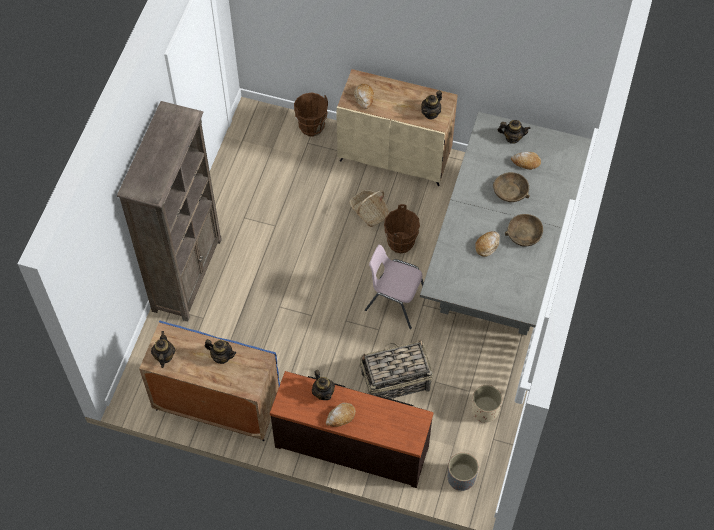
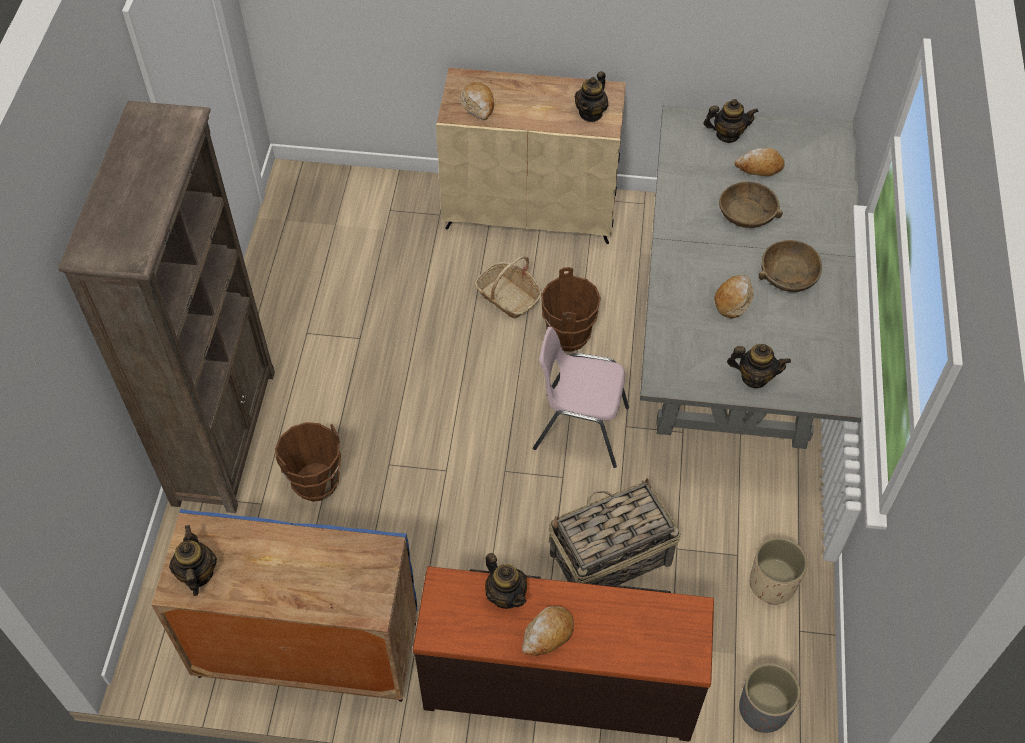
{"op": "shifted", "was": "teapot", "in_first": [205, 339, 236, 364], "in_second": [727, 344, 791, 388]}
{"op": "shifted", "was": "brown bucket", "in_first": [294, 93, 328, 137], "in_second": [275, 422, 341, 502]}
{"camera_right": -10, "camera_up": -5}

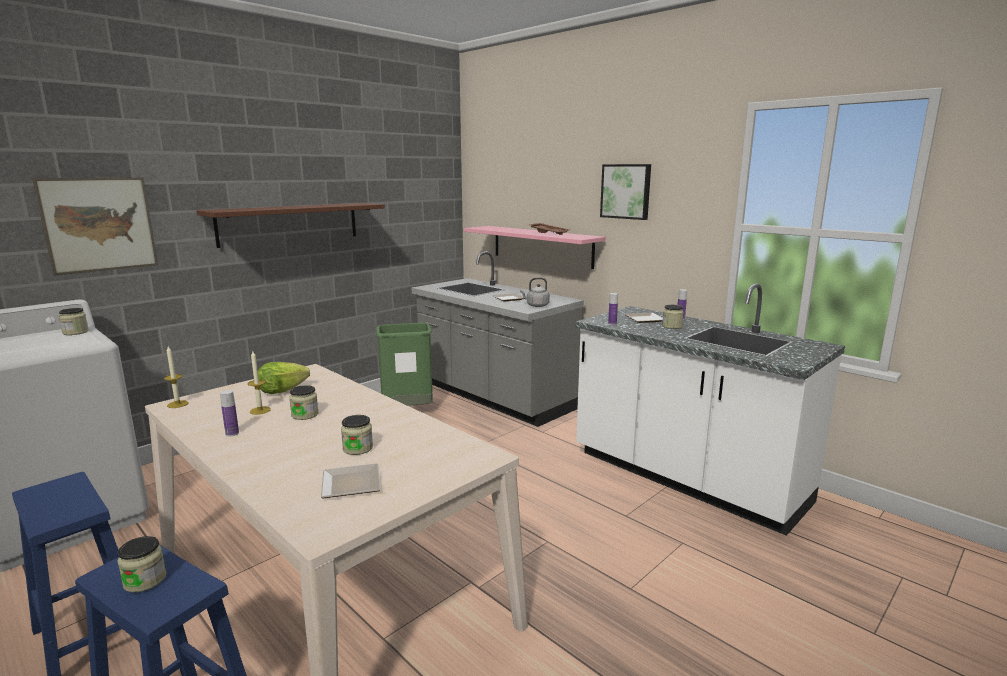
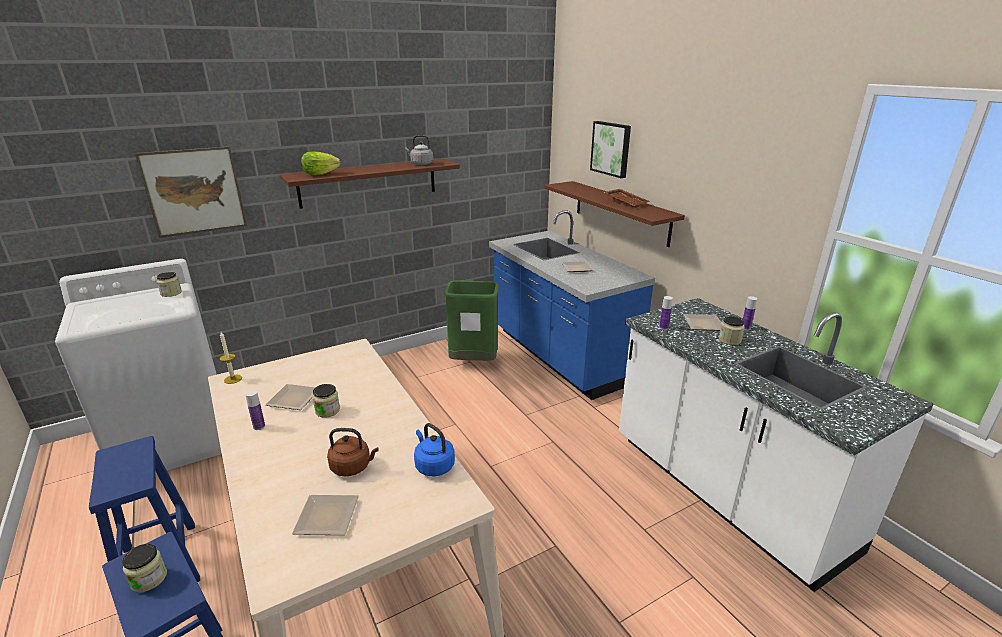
{"op": "new", "now": "blue kettle", "in_second": [414, 423, 455, 476]}
{"op": "shifted", "was": "lettuce", "in_first": [258, 362, 310, 394], "in_second": [301, 152, 341, 175]}
{"op": "shifted", "was": "grey kettle", "in_first": [520, 278, 550, 307], "in_second": [405, 135, 433, 165]}
{"op": "shifted", "was": "picture", "in_first": [600, 164, 651, 220], "in_second": [590, 121, 631, 178]}
{"op": "swapped", "was": "candle", "now": "plate", "in_first": [248, 351, 271, 415], "in_second": [265, 384, 315, 410]}
{"op": "swapped", "was": "jar", "now": "brown kettle", "in_first": [341, 415, 373, 455], "in_second": [327, 428, 378, 476]}
{"op": "repainted", "was": "grey counter", "now": "blue counter", "in_first": [411, 252, 584, 427], "in_second": [489, 210, 655, 400]}
{"op": "repainted", "was": "pink shelf", "now": "brown shelf", "in_first": [464, 226, 606, 269], "in_second": [545, 181, 685, 247]}
{"camera_right": 15, "camera_up": 10}

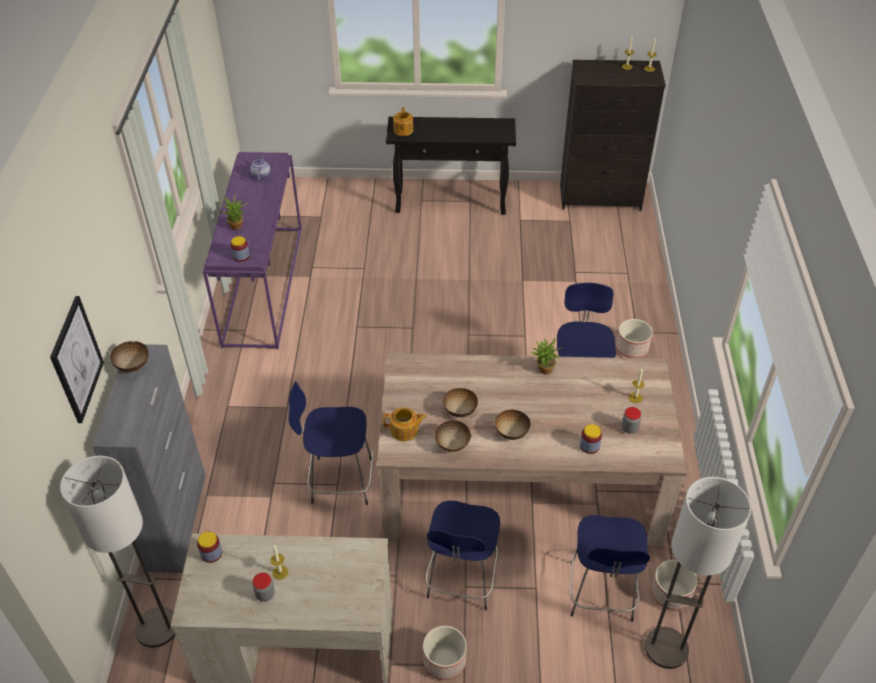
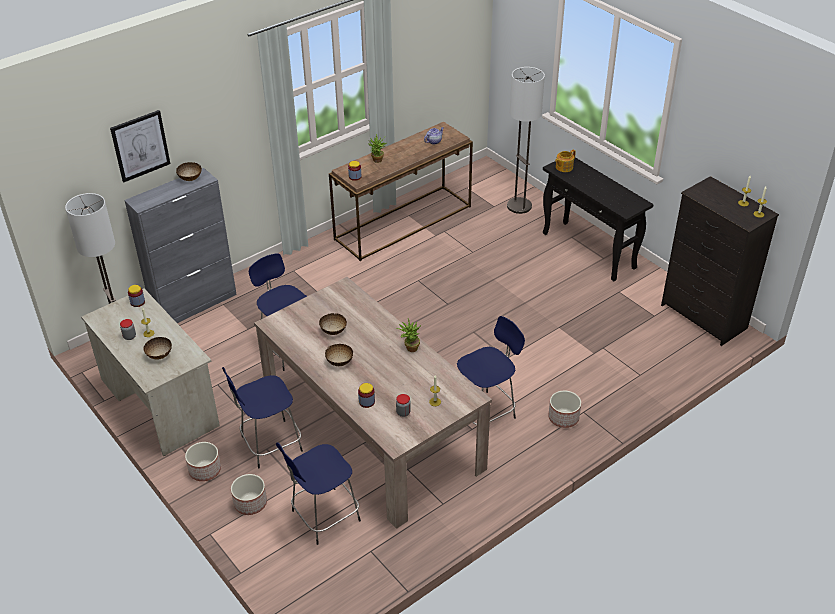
{"op": "gone", "was": "teapot", "in_first": [383, 407, 427, 441]}
{"op": "shifted", "was": "bowl", "in_first": [435, 420, 471, 452], "in_second": [143, 337, 172, 360]}
{"op": "shifted", "was": "floor lamp", "in_first": [645, 477, 751, 669], "in_second": [507, 67, 545, 214]}
{"op": "shifted", "was": "planter", "in_first": [651, 560, 698, 611], "in_second": [231, 474, 267, 515]}
{"op": "repainted", "was": "purple console table", "now": "brown console table", "in_first": [203, 152, 302, 349], "in_second": [329, 122, 473, 261]}
{"camera_right": 50, "camera_up": -5}

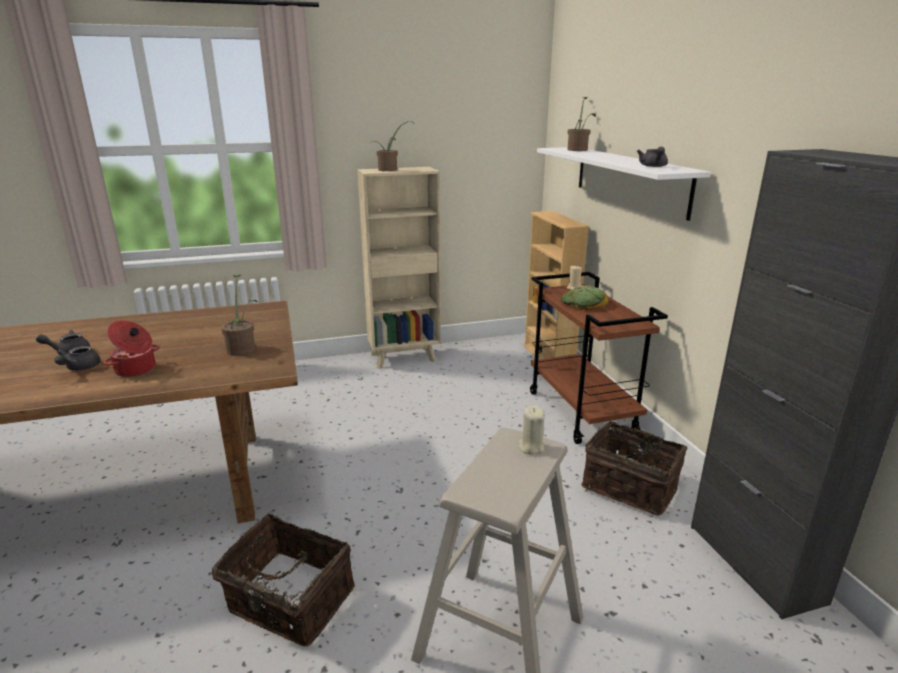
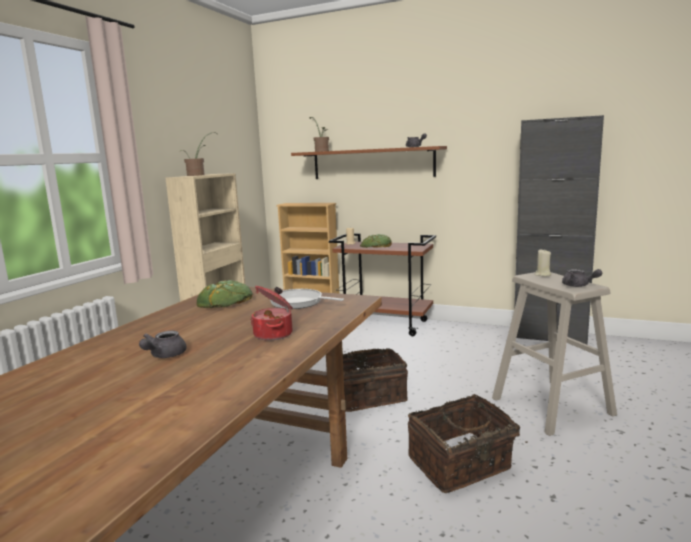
{"op": "new", "now": "bread", "in_second": [197, 280, 253, 308]}
{"op": "shifted", "was": "grey teapot", "in_first": [54, 346, 101, 371], "in_second": [562, 269, 602, 287]}
{"op": "shifted", "was": "basket", "in_first": [581, 419, 687, 515], "in_second": [343, 348, 408, 412]}
{"op": "swapped", "was": "potted plant", "now": "frying pan", "in_first": [221, 274, 257, 356], "in_second": [270, 289, 344, 309]}
{"op": "repainted", "was": "white shelf", "now": "brown shelf", "in_first": [537, 147, 711, 221], "in_second": [291, 146, 447, 179]}
{"camera_right": -50, "camera_up": -10}

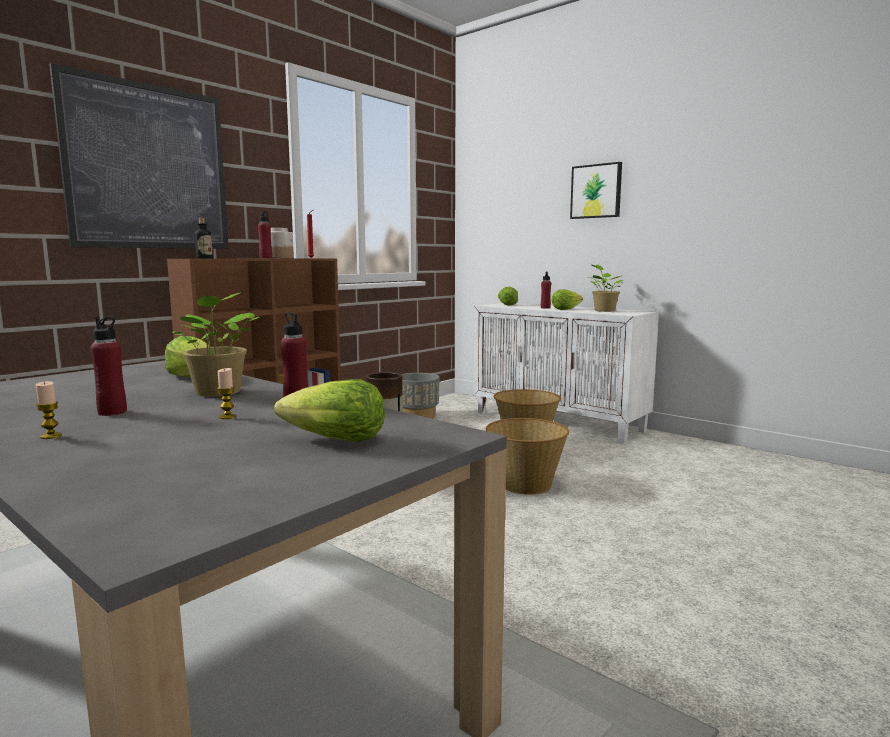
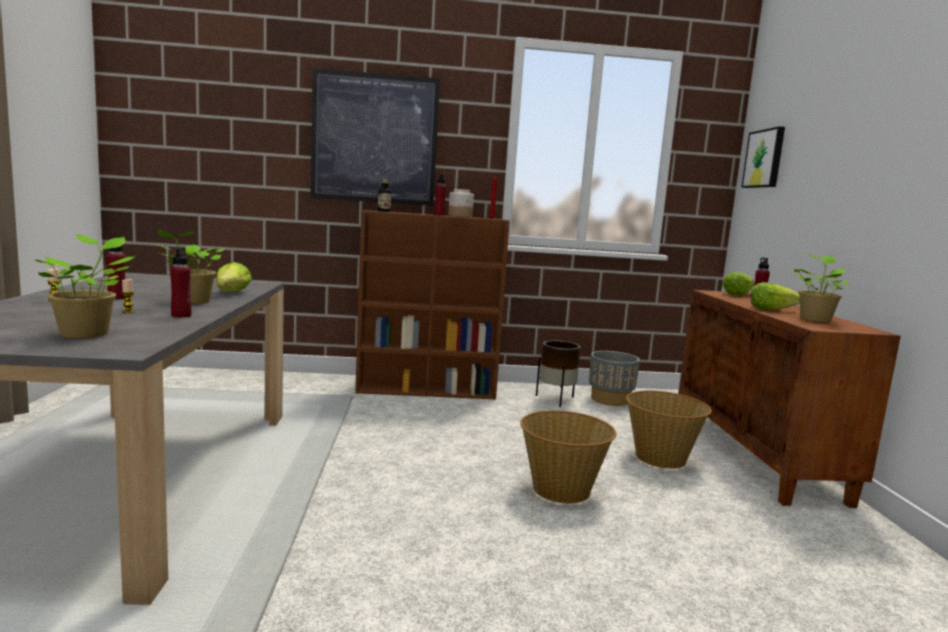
{"op": "shifted", "was": "picture", "in_first": [570, 162, 622, 219], "in_second": [741, 126, 785, 188]}
{"op": "swapped", "was": "lettuce", "now": "potted plant", "in_first": [274, 379, 385, 442], "in_second": [33, 235, 136, 339]}
{"op": "repainted", "was": "white cabinet", "now": "brown cabinet", "in_first": [474, 303, 659, 444], "in_second": [678, 290, 901, 508]}
{"camera_right": 45, "camera_up": 0}

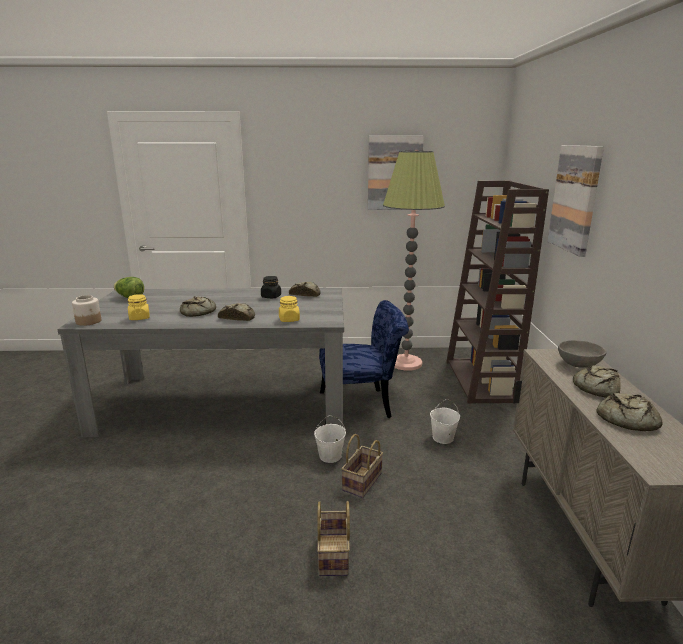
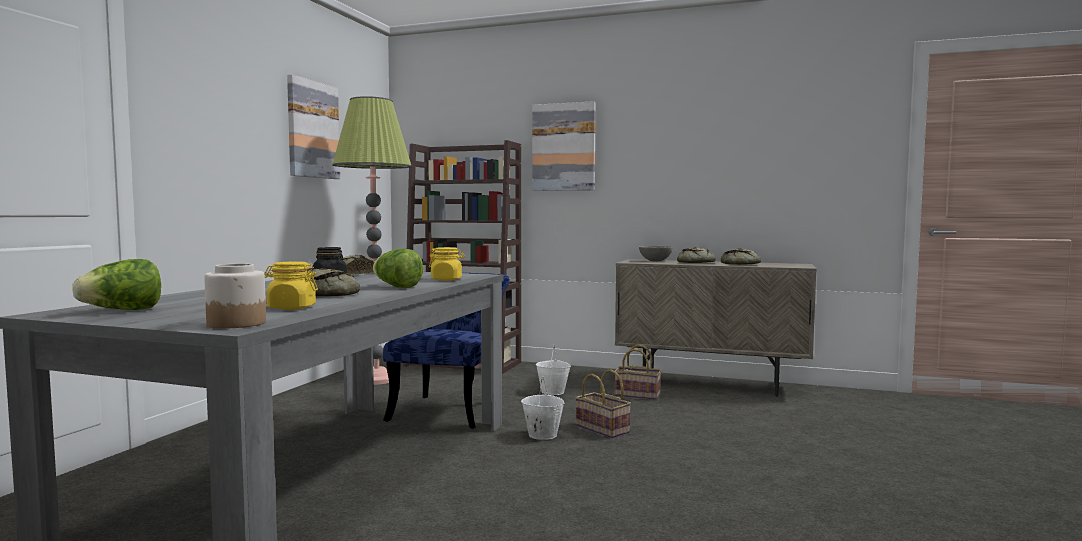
{"op": "shifted", "was": "basket", "in_first": [317, 501, 350, 576], "in_second": [615, 344, 661, 400]}
{"op": "swapped", "was": "bread", "now": "lettuce", "in_first": [218, 303, 255, 321], "in_second": [373, 249, 423, 288]}
{"camera_right": -70, "camera_up": -15}

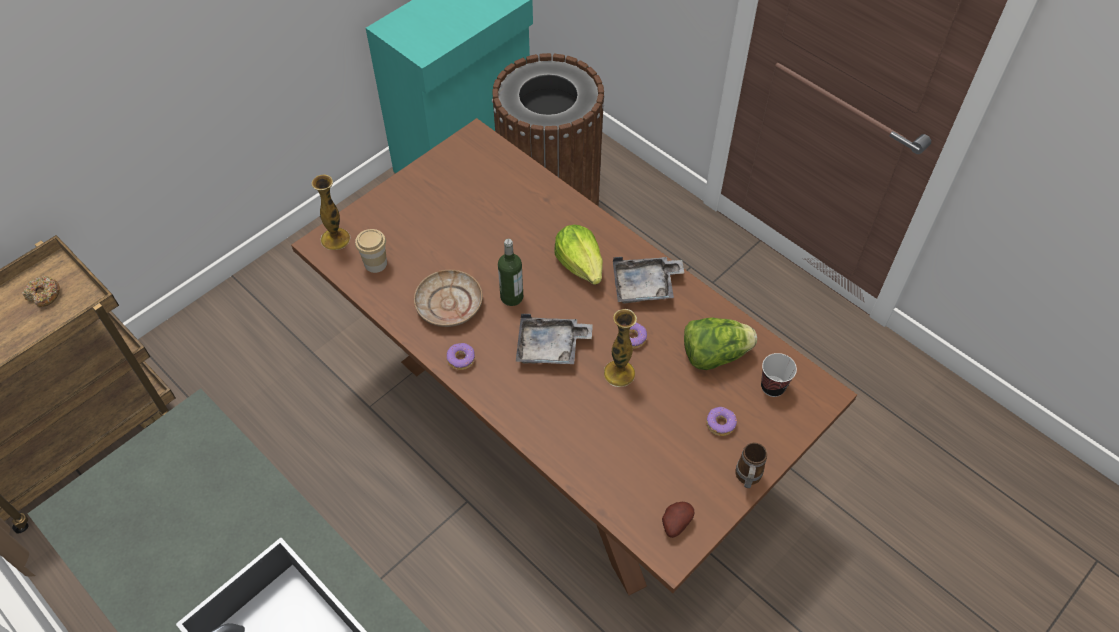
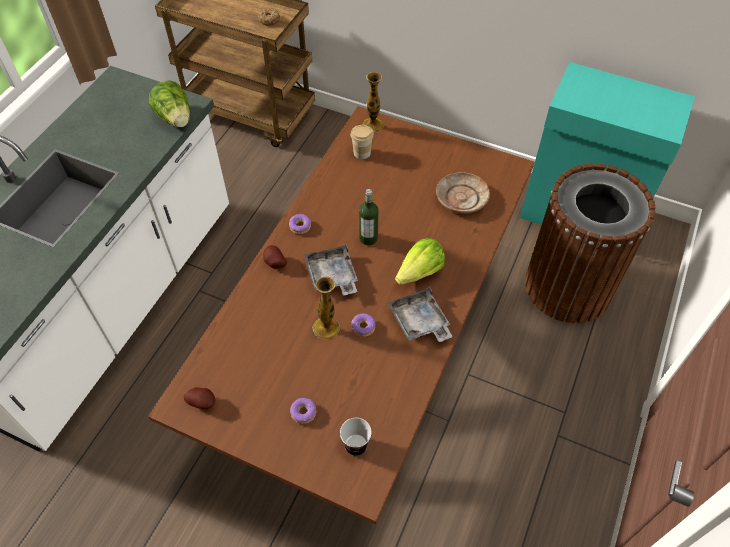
{"op": "gone", "was": "mug", "in_first": [735, 442, 767, 488]}
{"op": "new", "now": "potato", "in_second": [263, 245, 287, 269]}
{"op": "shifted", "was": "beige plate", "in_first": [414, 270, 483, 327], "in_second": [436, 172, 490, 213]}
{"op": "shifted", "was": "lettuce", "in_first": [684, 317, 757, 370], "in_second": [149, 80, 190, 127]}
{"camera_right": 70, "camera_up": 0}

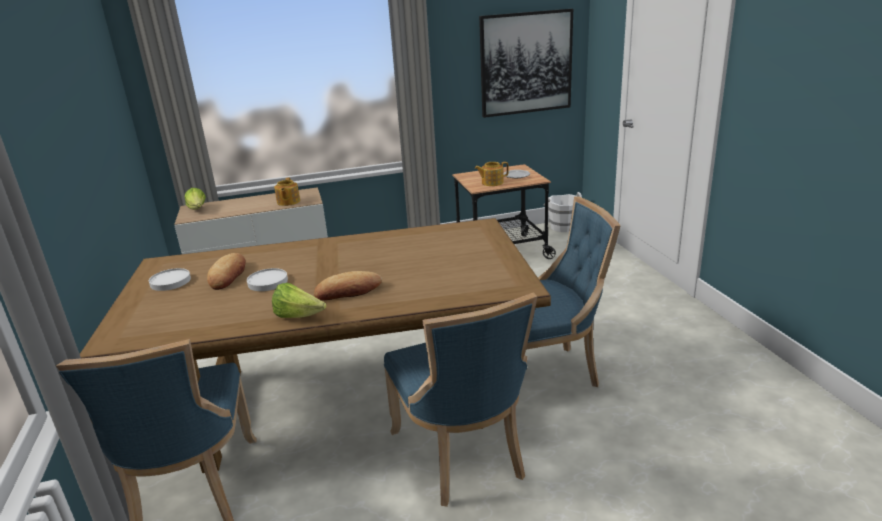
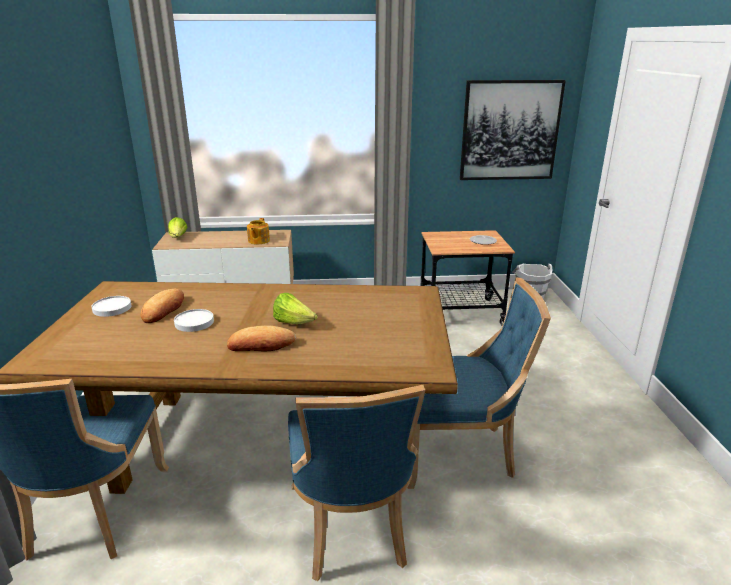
{"op": "gone", "was": "teapot", "in_first": [475, 162, 509, 186]}
{"op": "shifted", "was": "lettuce", "in_first": [272, 283, 327, 318], "in_second": [273, 293, 318, 324]}
{"camera_right": 10, "camera_up": 0}

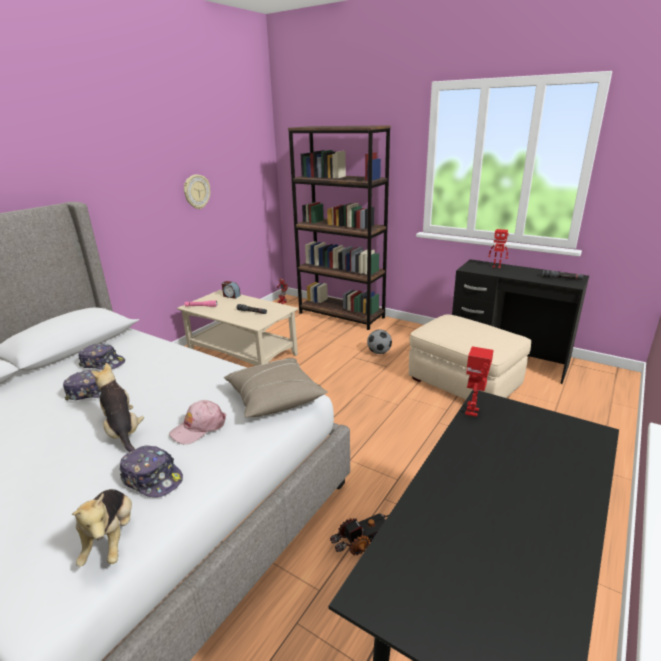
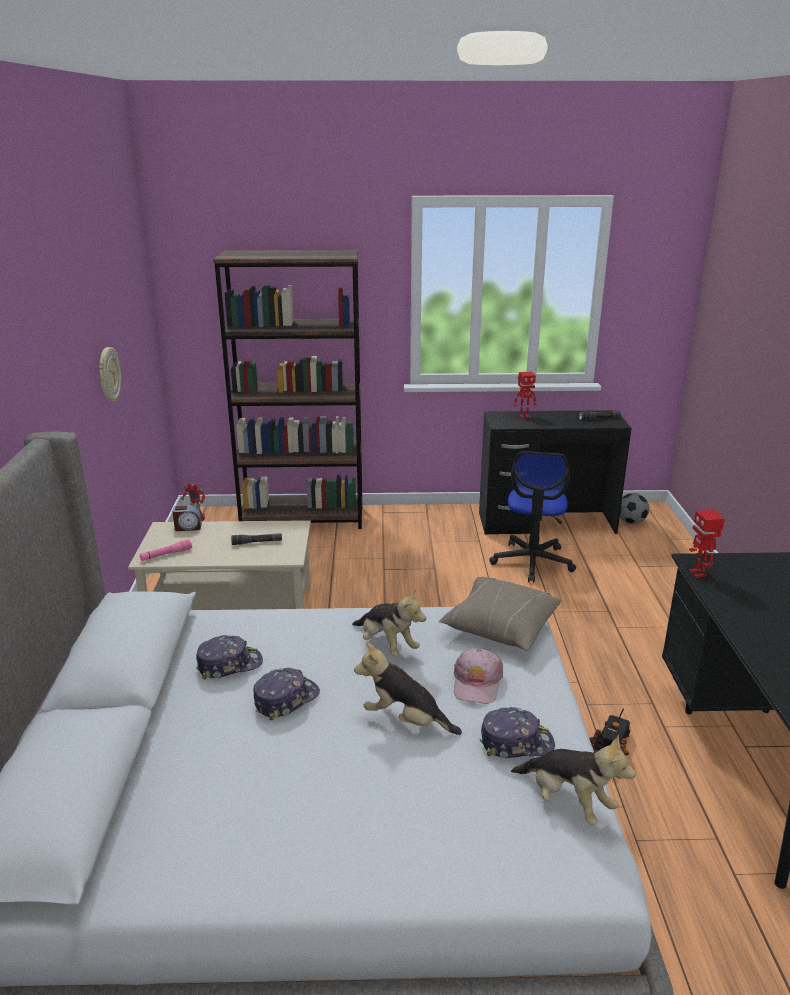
{"op": "new", "now": "plush toy", "in_second": [352, 589, 426, 656]}
{"op": "shifted", "was": "football", "in_first": [367, 330, 392, 354], "in_second": [620, 493, 649, 524]}
{"op": "swapped", "was": "beige ottoman", "now": "office chair", "in_first": [409, 314, 531, 399], "in_second": [489, 451, 576, 583]}
{"camera_right": -35, "camera_up": 0}

